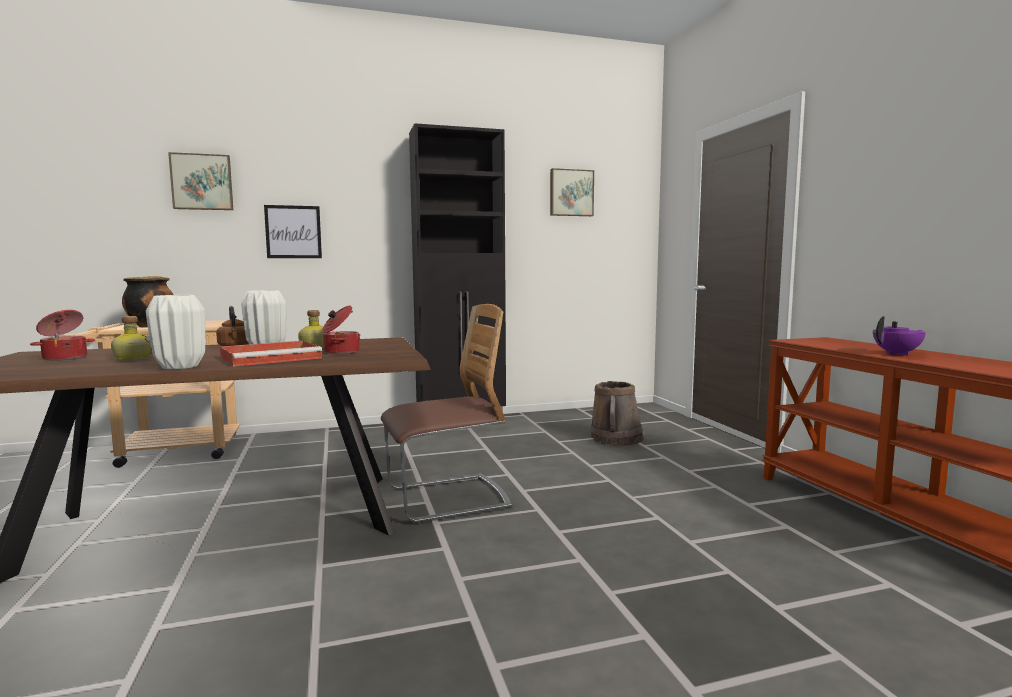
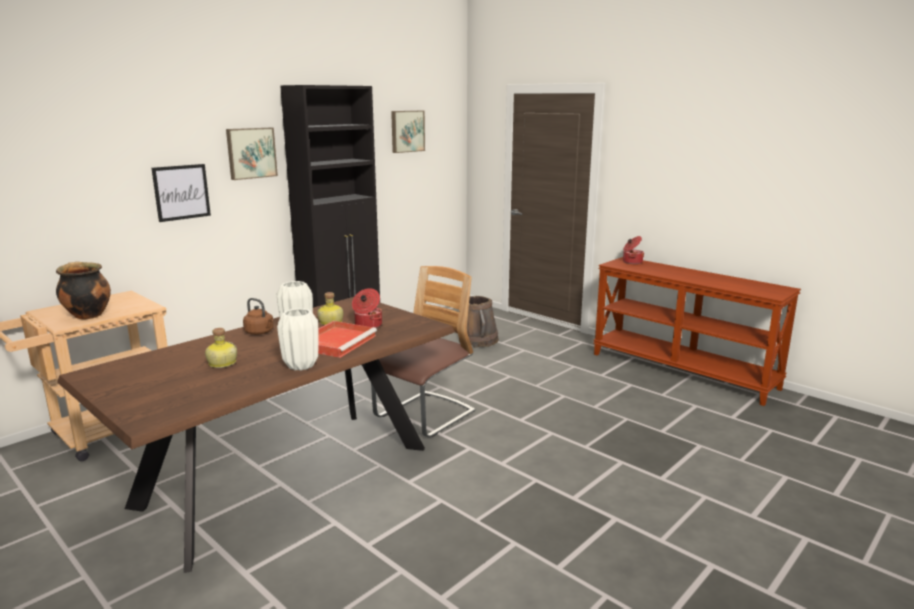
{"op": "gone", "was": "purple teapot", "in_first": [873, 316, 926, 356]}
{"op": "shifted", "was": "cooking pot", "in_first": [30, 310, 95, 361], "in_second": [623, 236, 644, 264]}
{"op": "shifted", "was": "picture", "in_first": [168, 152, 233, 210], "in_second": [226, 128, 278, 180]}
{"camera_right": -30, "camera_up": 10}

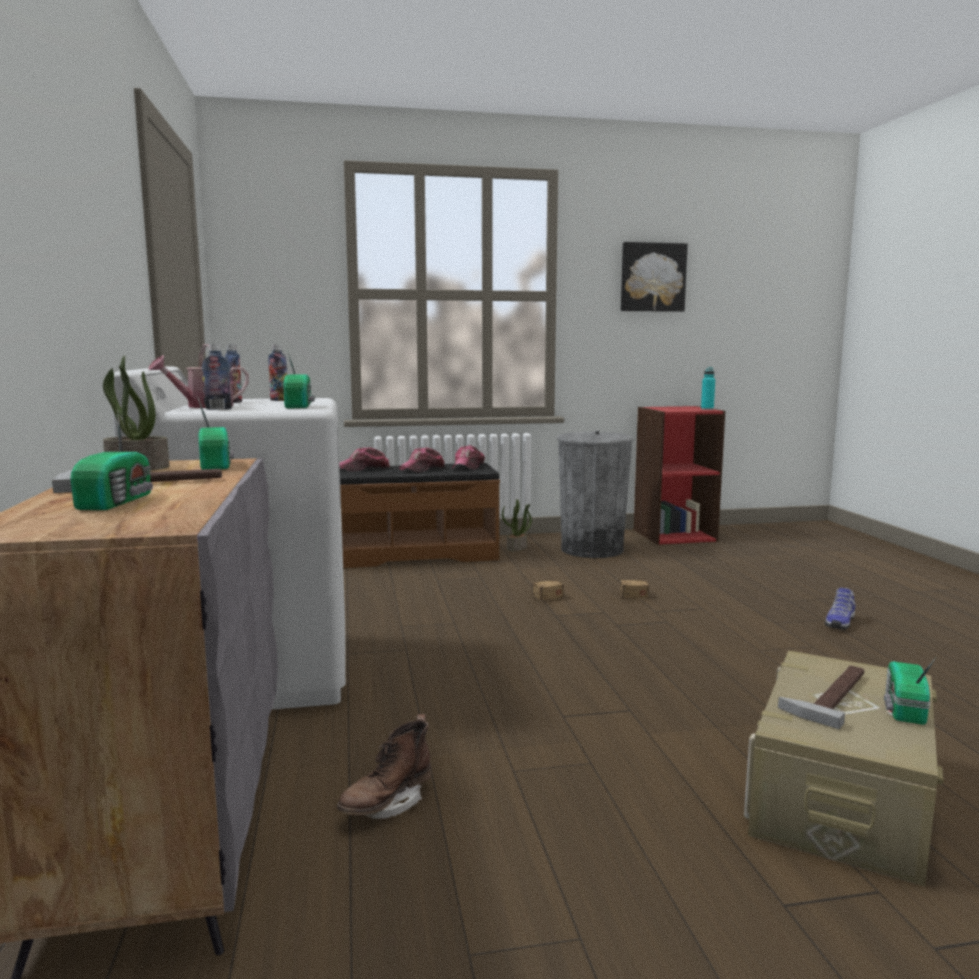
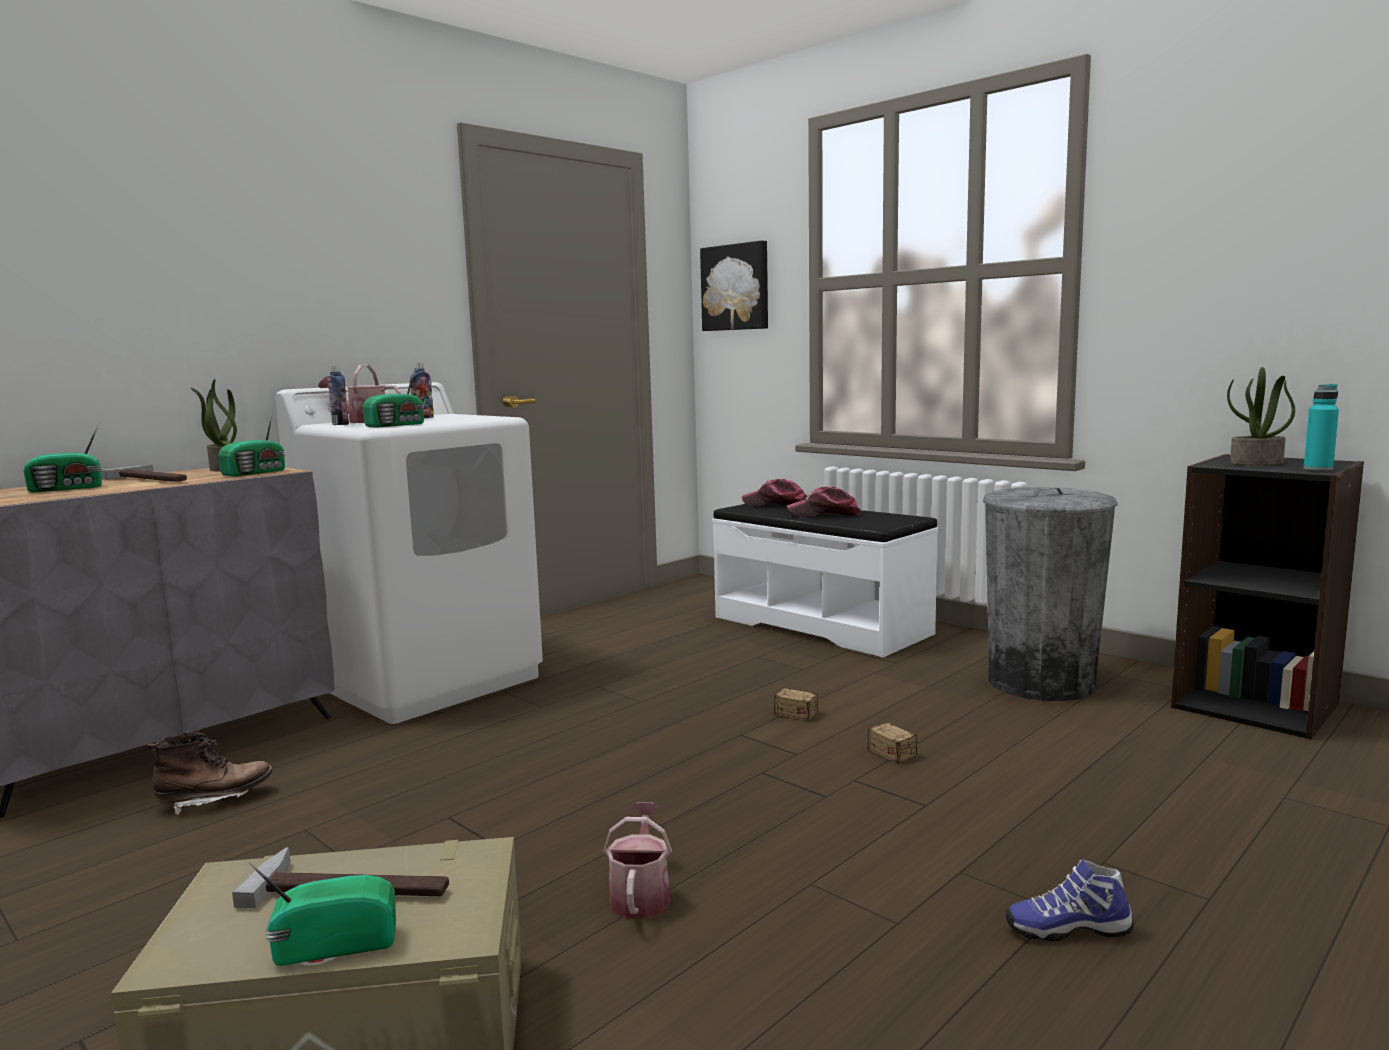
{"op": "gone", "was": "bottle", "in_first": [268, 345, 287, 401]}
{"op": "gone", "was": "cap", "in_first": [452, 445, 485, 470]}
{"op": "new", "now": "watering can", "in_second": [603, 802, 672, 919]}
{"op": "shifted", "was": "potted plant", "in_first": [502, 499, 532, 551], "in_second": [1227, 367, 1295, 465]}
{"op": "shifted", "was": "picture", "in_first": [621, 242, 688, 312], "in_second": [700, 241, 768, 331]}
{"op": "repainted", "was": "brown bench", "now": "white bench", "in_first": [340, 463, 500, 568], "in_second": [712, 504, 938, 657]}
{"op": "repainted", "was": "red bookcase", "now": "black bookcase", "in_first": [634, 406, 725, 545], "in_second": [1171, 454, 1364, 739]}
{"op": "rotated", "was": "brown boot", "in_first": [337, 714, 432, 819], "in_second": [147, 732, 272, 815], "clockwise": 150}
{"camera_right": 55, "camera_up": 0}

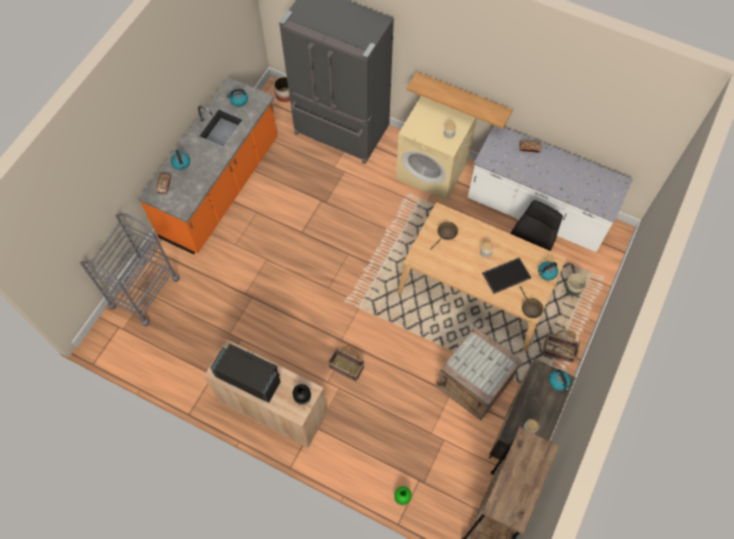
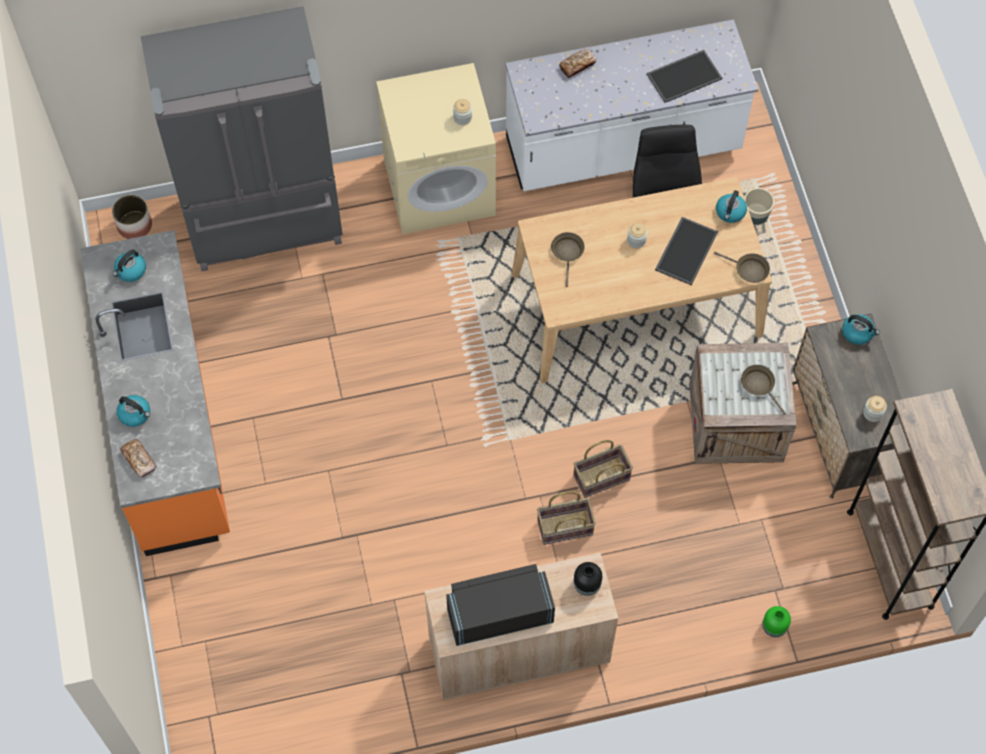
{"op": "gone", "was": "grey cart", "in_first": [80, 213, 180, 327]}
{"op": "gone", "was": "shelf", "in_first": [407, 72, 513, 128]}
{"op": "new", "now": "tray", "in_second": [647, 50, 722, 103]}
{"op": "new", "now": "brown frying pan", "in_second": [741, 365, 786, 415]}
{"op": "shifted", "was": "basket", "in_first": [542, 330, 580, 363], "in_second": [573, 440, 633, 498]}
{"camera_right": -40, "camera_up": 0}

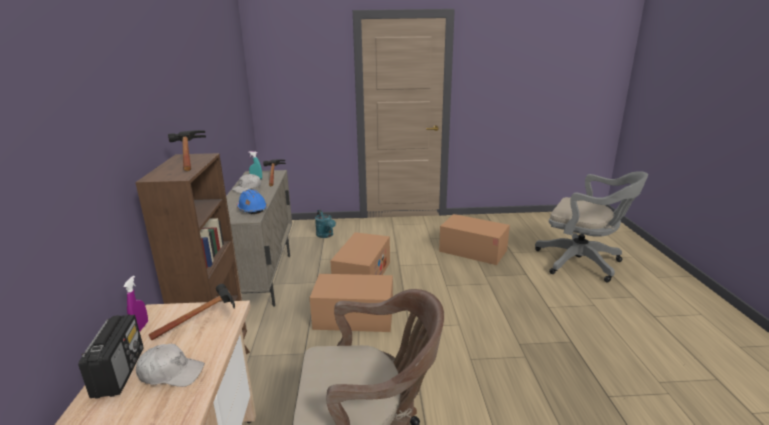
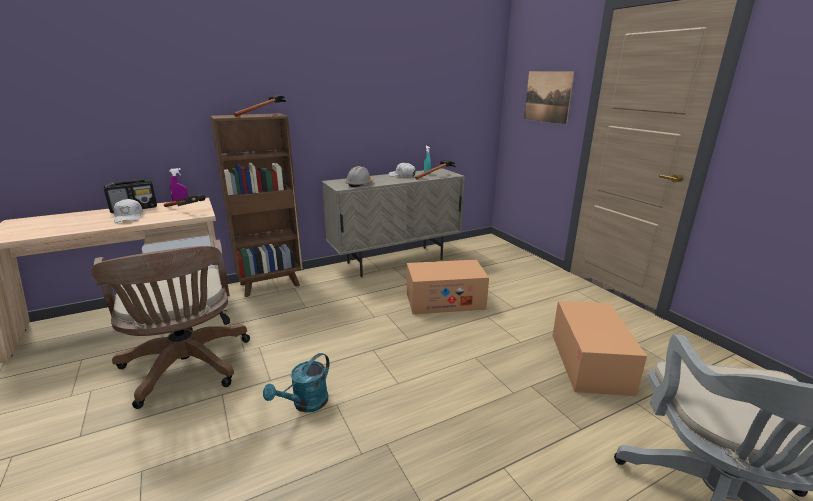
{"op": "gone", "was": "cardboard box", "in_first": [310, 274, 393, 332]}
{"op": "new", "now": "picture", "in_second": [524, 71, 574, 125]}
{"op": "shifted", "was": "turquoise watering can", "in_first": [315, 210, 336, 238], "in_second": [263, 353, 329, 413]}
{"op": "repainted", "was": "blue hard hat", "now": "grey hard hat", "in_first": [236, 189, 267, 214], "in_second": [345, 166, 374, 187]}
{"camera_right": 65, "camera_up": 0}

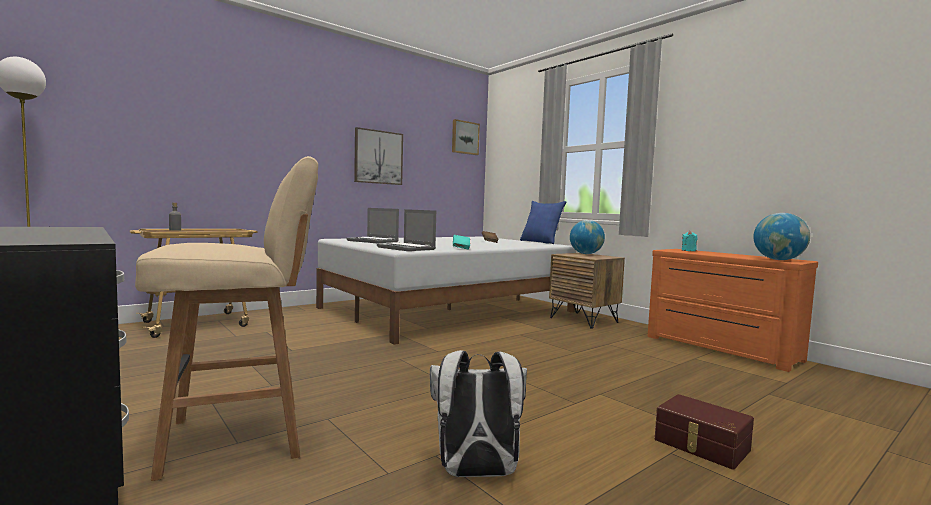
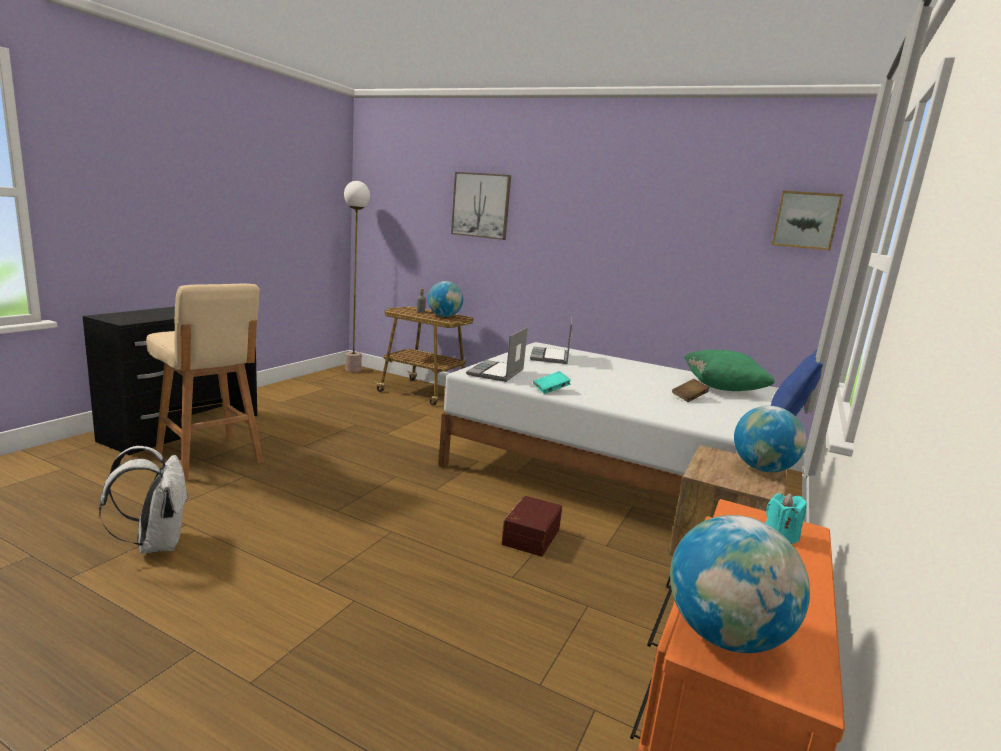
{"op": "new", "now": "globe", "in_second": [428, 281, 463, 317]}
{"op": "new", "now": "green pillow", "in_second": [684, 350, 775, 391]}
{"op": "shifted", "was": "picture", "in_first": [354, 127, 403, 185], "in_second": [451, 172, 511, 240]}
{"op": "shifted", "was": "brown storage box", "in_first": [655, 394, 754, 470], "in_second": [501, 496, 562, 557]}
{"camera_right": 65, "camera_up": 10}

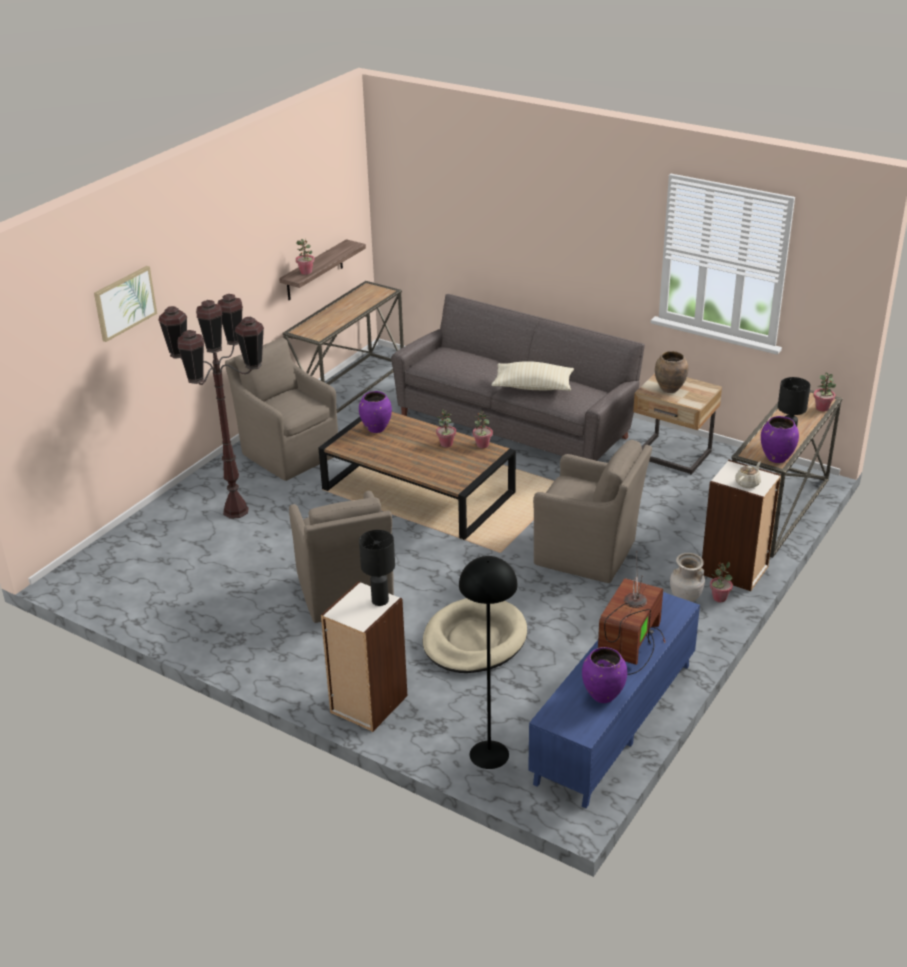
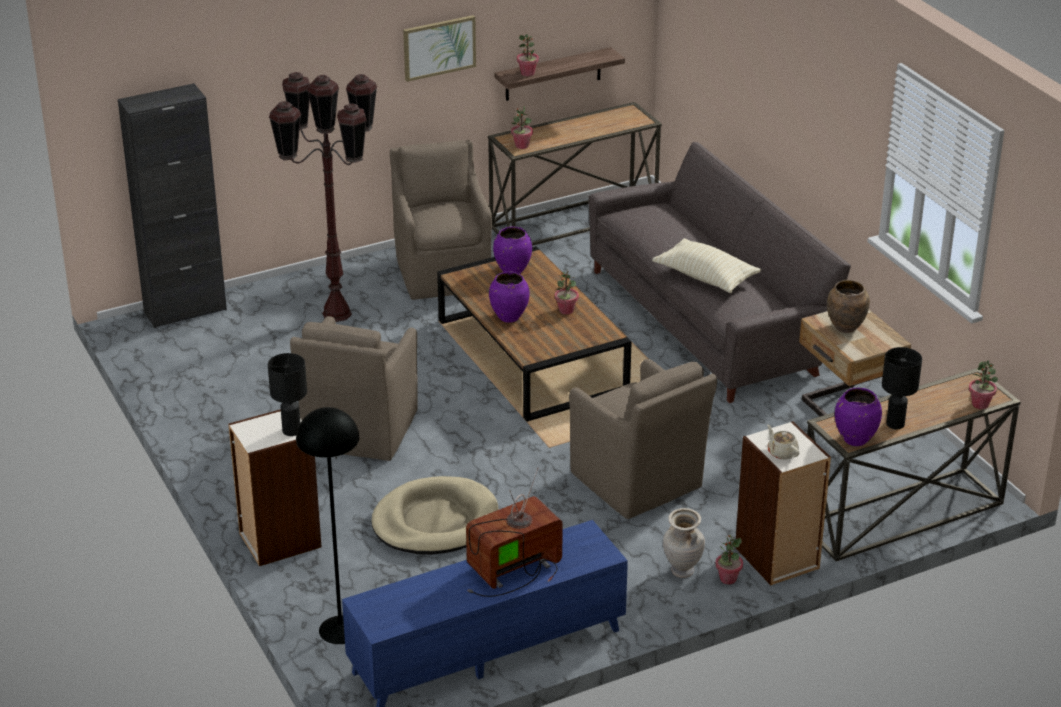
{"op": "new", "now": "black cabinet", "in_second": [118, 83, 227, 328]}
{"op": "shifted", "was": "picture", "in_first": [94, 266, 157, 342], "in_second": [403, 15, 476, 82]}
{"op": "shifted", "was": "potted plant", "in_first": [473, 409, 493, 448], "in_second": [511, 106, 533, 149]}
{"op": "shifted", "was": "purple vase", "in_first": [582, 647, 627, 703], "in_second": [489, 272, 530, 323]}
{"op": "rotated", "was": "beige teapot", "in_first": [735, 461, 761, 488], "in_second": [767, 424, 799, 459], "clockwise": -105}
{"camera_right": 30, "camera_up": 0}

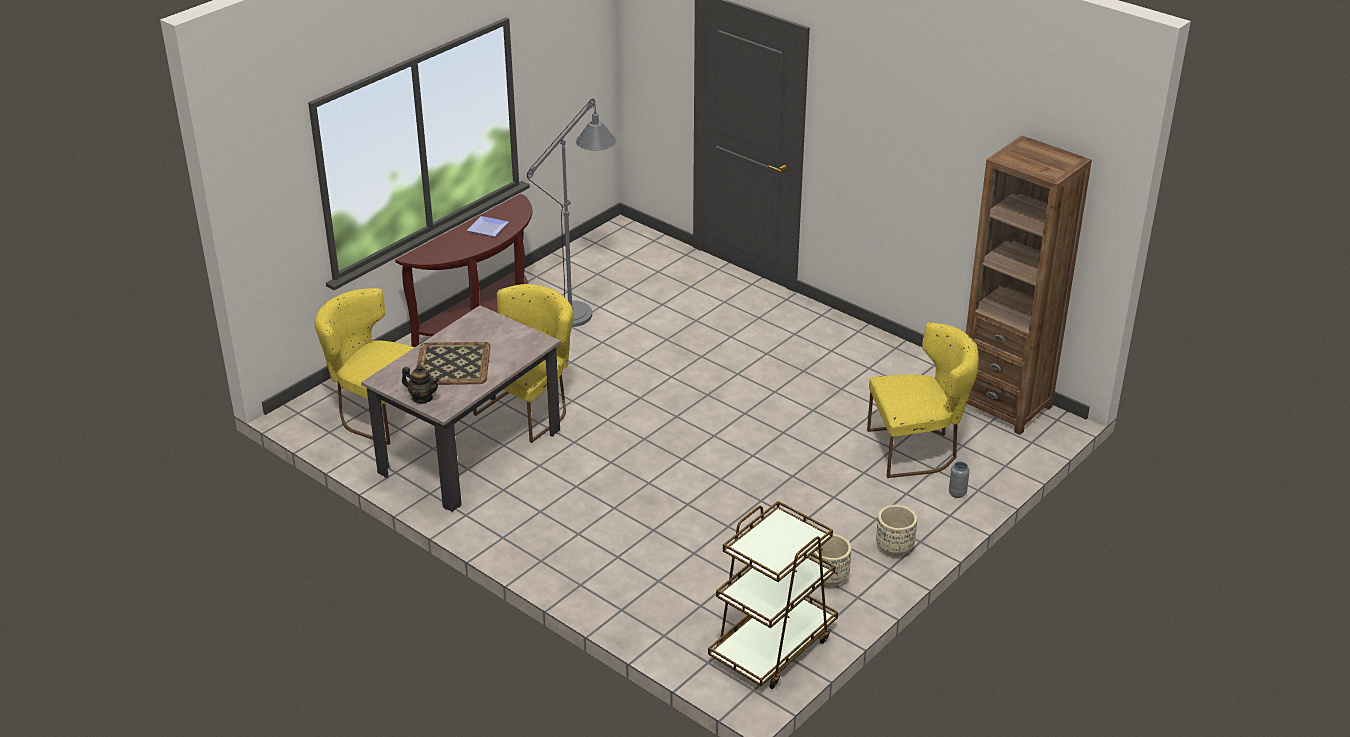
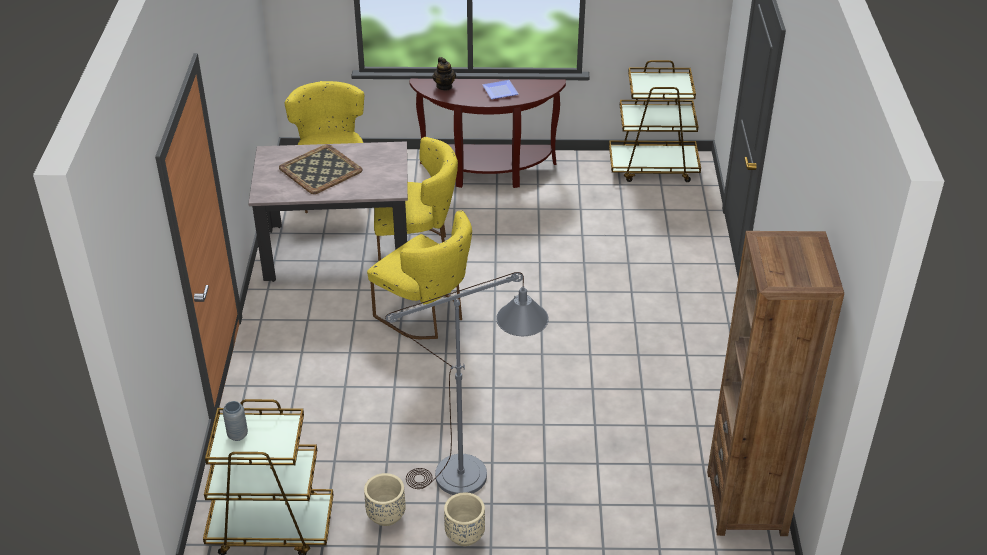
{"op": "new", "now": "brown cart", "in_second": [609, 60, 701, 182]}
{"op": "shifted", "was": "teapot", "in_first": [402, 365, 439, 403], "in_second": [433, 57, 456, 90]}
{"op": "shifted", "was": "grey floor lamp", "in_first": [527, 99, 617, 327], "in_second": [385, 272, 549, 495]}
{"op": "shifted", "was": "yellow chair", "in_first": [867, 322, 979, 478], "in_second": [367, 211, 472, 339]}
{"op": "shifted", "was": "grey vase", "in_first": [949, 462, 970, 498], "in_second": [223, 401, 248, 441]}
{"camera_right": 50, "camera_up": 5}

